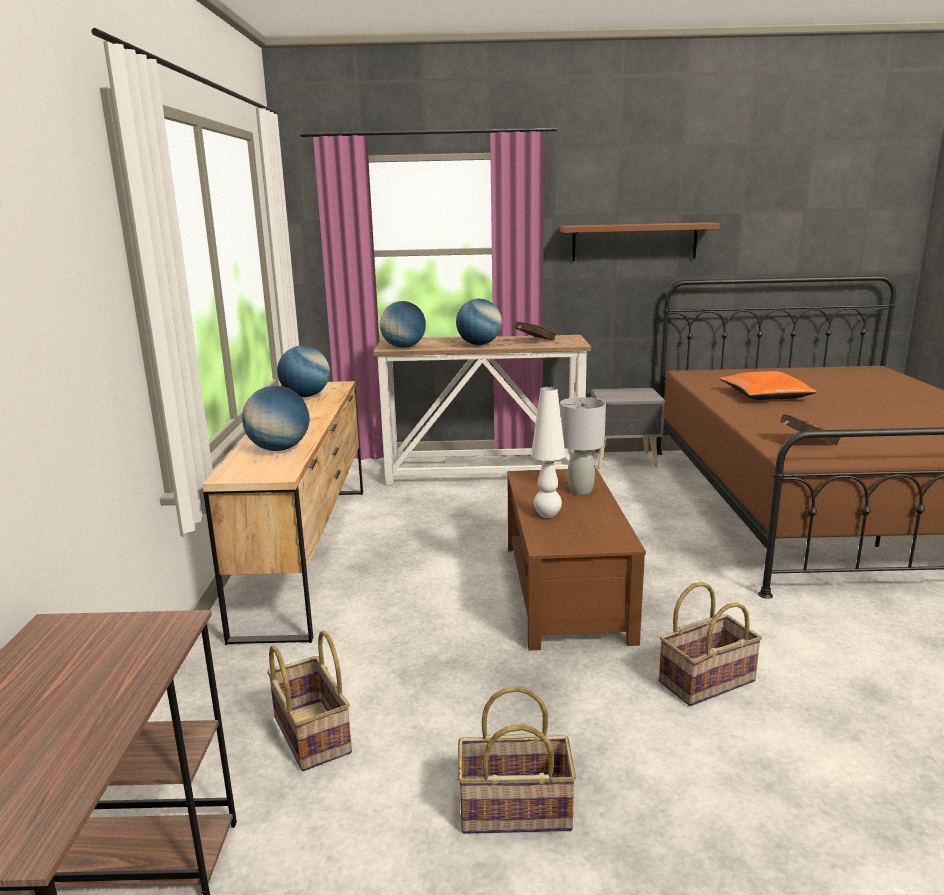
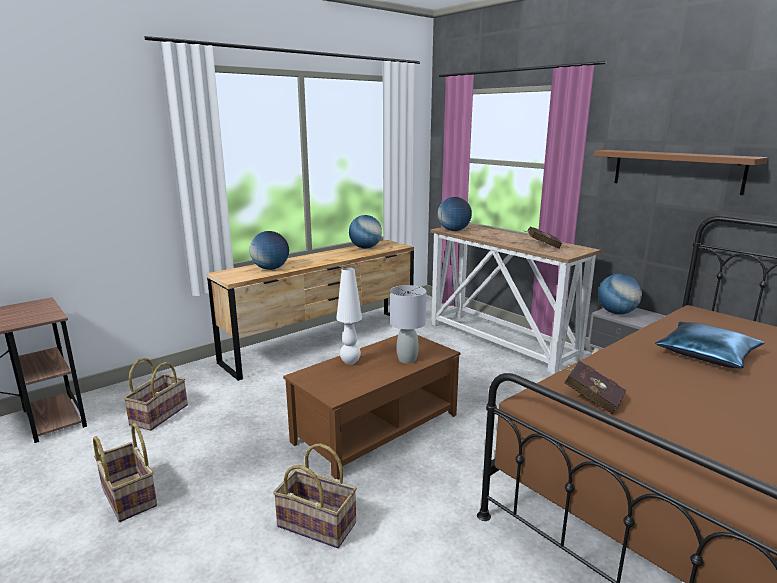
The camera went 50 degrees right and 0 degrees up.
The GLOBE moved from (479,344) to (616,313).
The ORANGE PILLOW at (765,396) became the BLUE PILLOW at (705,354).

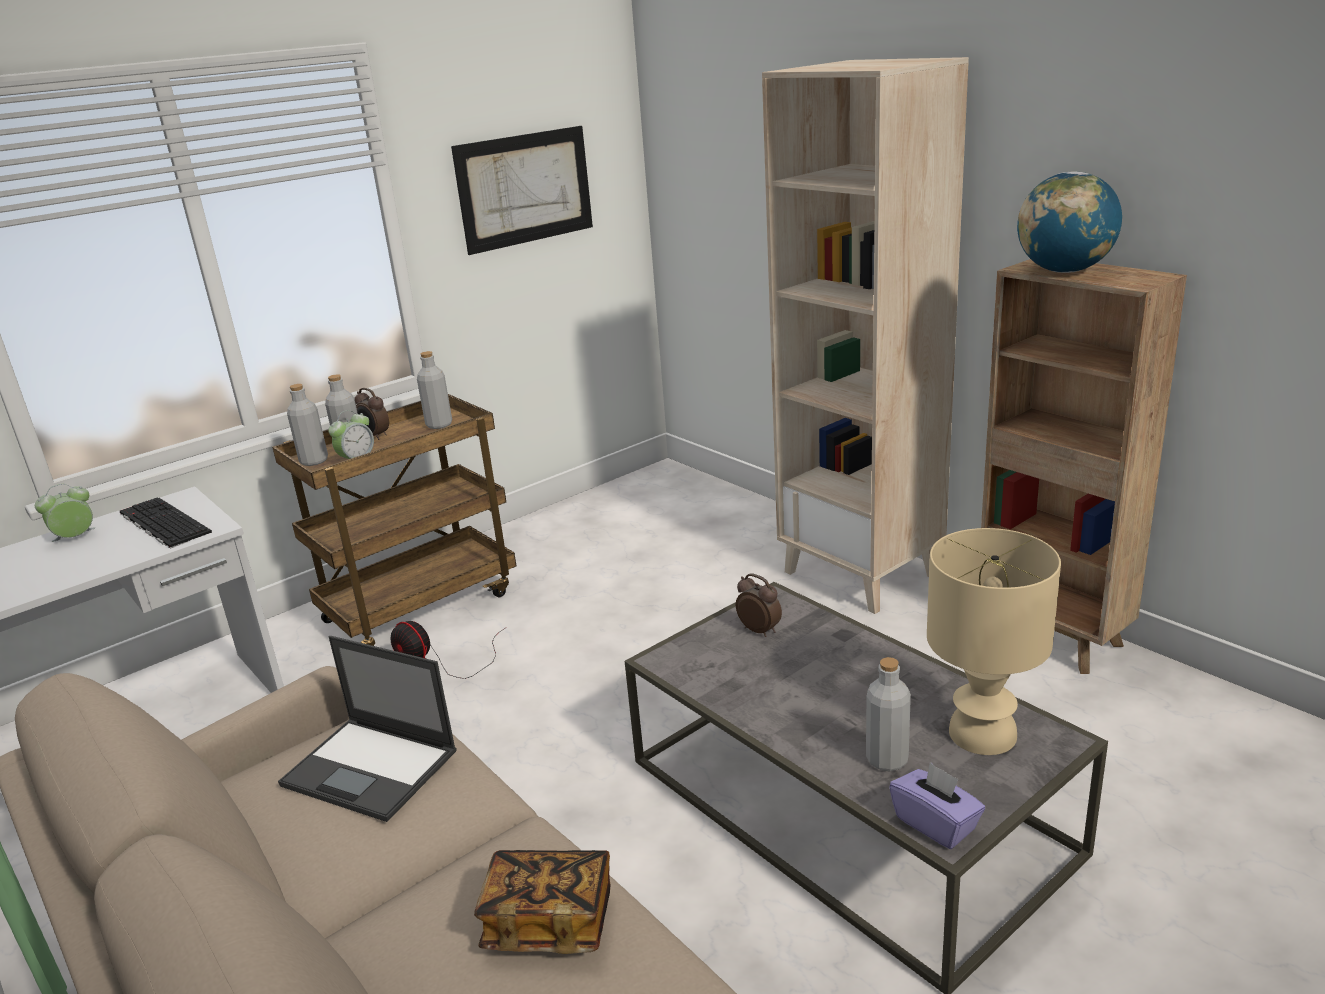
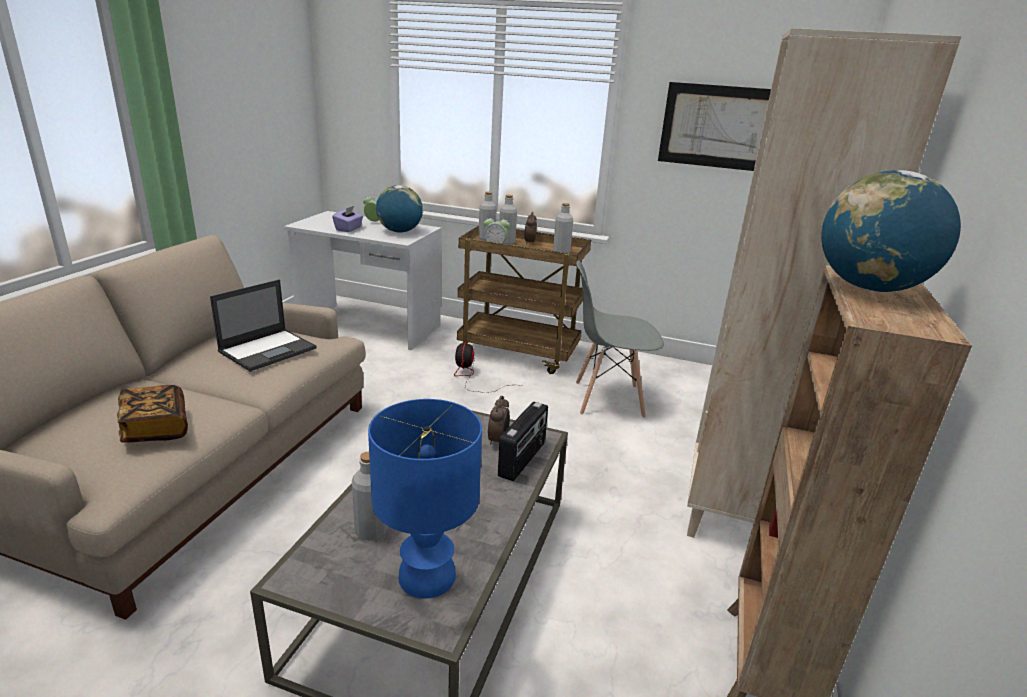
The camera went 55 degrees right and 0 degrees up.
The LAPTOP at (371,768) turned 135 degrees counterclockwise.
The PURPLE TISSUE BOX moved from (936,824) to (349,229).
The BEIGE TABLE LAMP at (982,735) became the BLUE TABLE LAMP at (425,576).
The KEYBOARD at (162,523) was replaced by the GLOBE at (399,231).
The RADIO at (523,459) appeared.
The GREY CHAIR at (607,399) appeared.

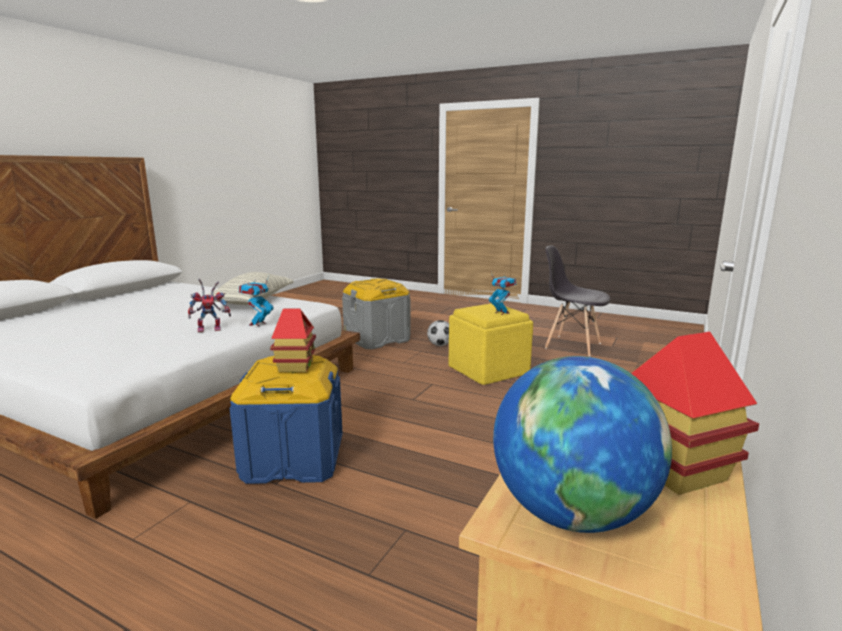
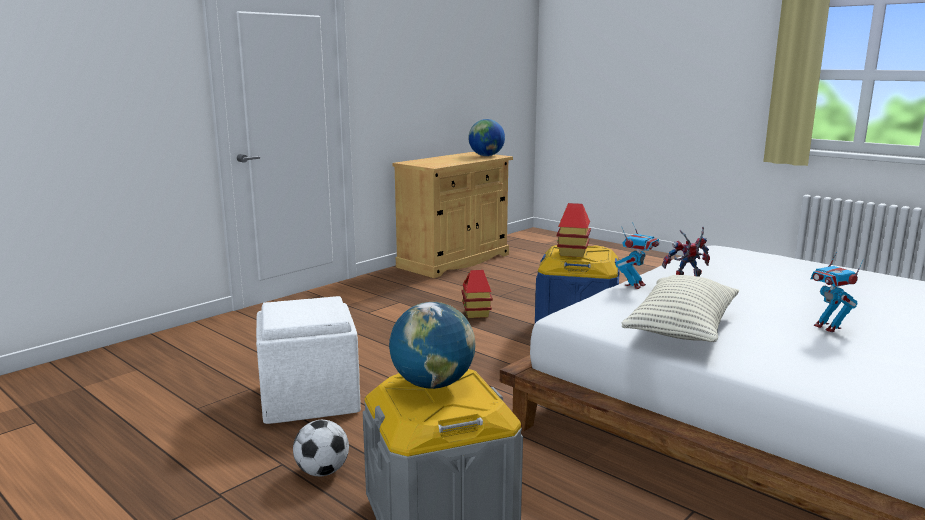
The camera went 165 degrees left and 0 degrees up.
The YELLOW OTTOMAN at (489,370) became the WHITE OTTOMAN at (308,398).
The GLOBE at (432,384) appeared.
The TOY HOUSE moved from (673,468) to (476,313).
The TOY ROBOT moved from (501,313) to (828,327).
The GREY CHAIR at (572,345) disappeared.

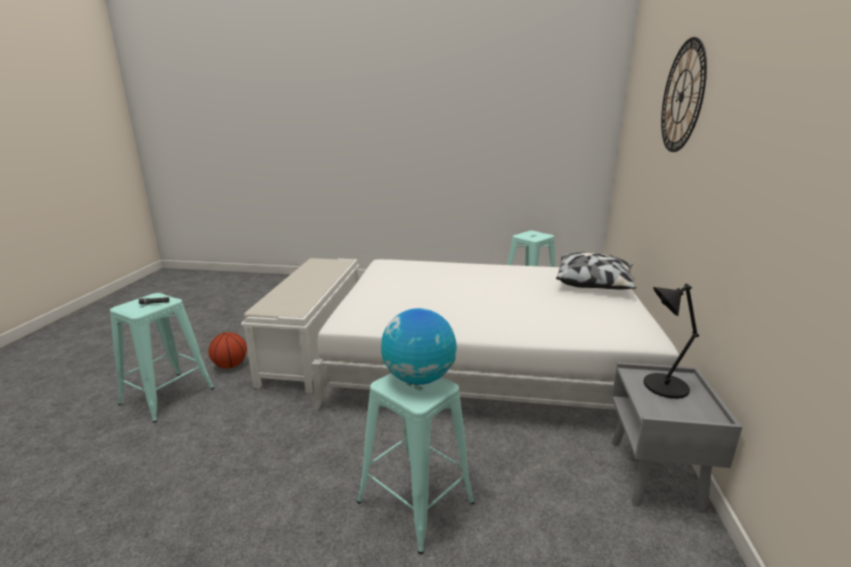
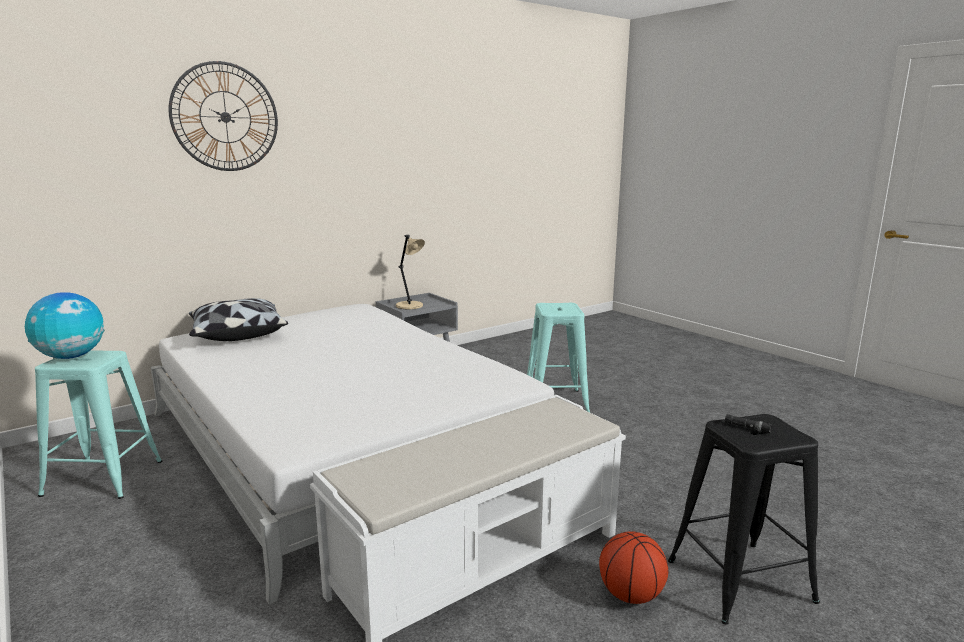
The camera went 135 degrees left and 5 degrees down.
The GLOBE moved from (418,378) to (71,357).
The BLACK TABLE LAMP at (663,387) became the BEIGE TABLE LAMP at (410,306).
The TURQUOISE STOOL at (167,396) became the BLACK STOOL at (740,581).

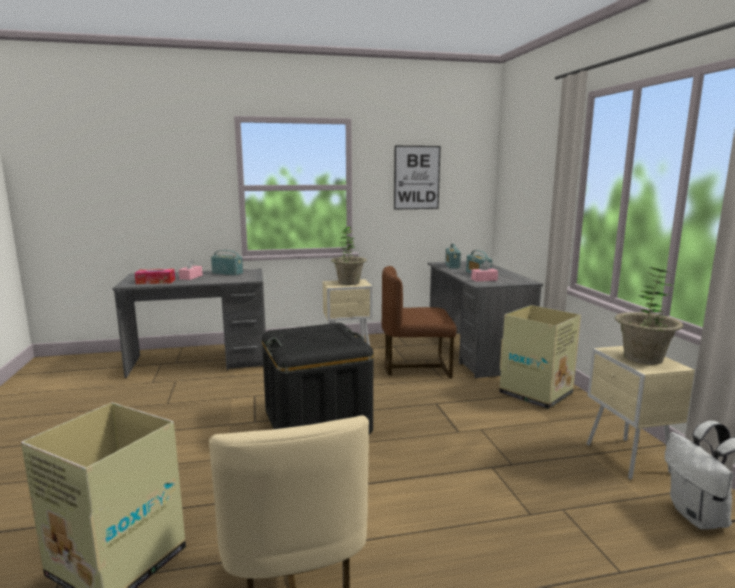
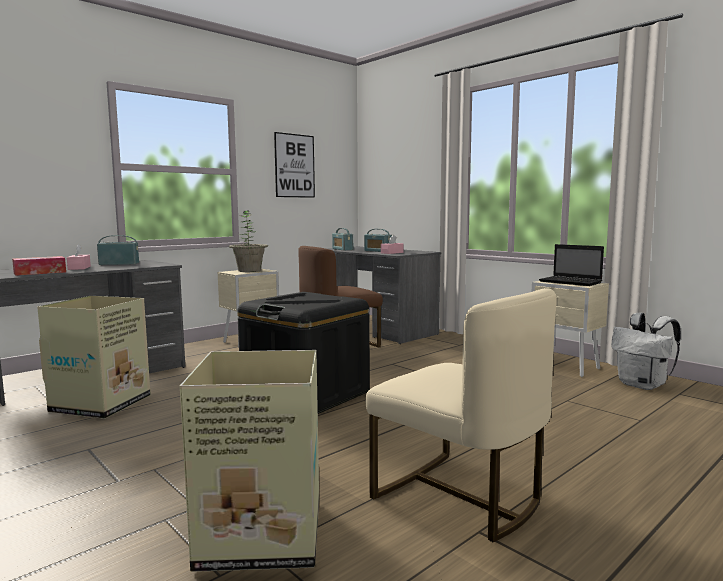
The camera went 30 degrees left and 5 degrees down.
The CARDBOARD BOX moved from (536,393) to (102,404).
The POTTED PLANT at (643,358) was replaced by the LAPTOP at (571,282).

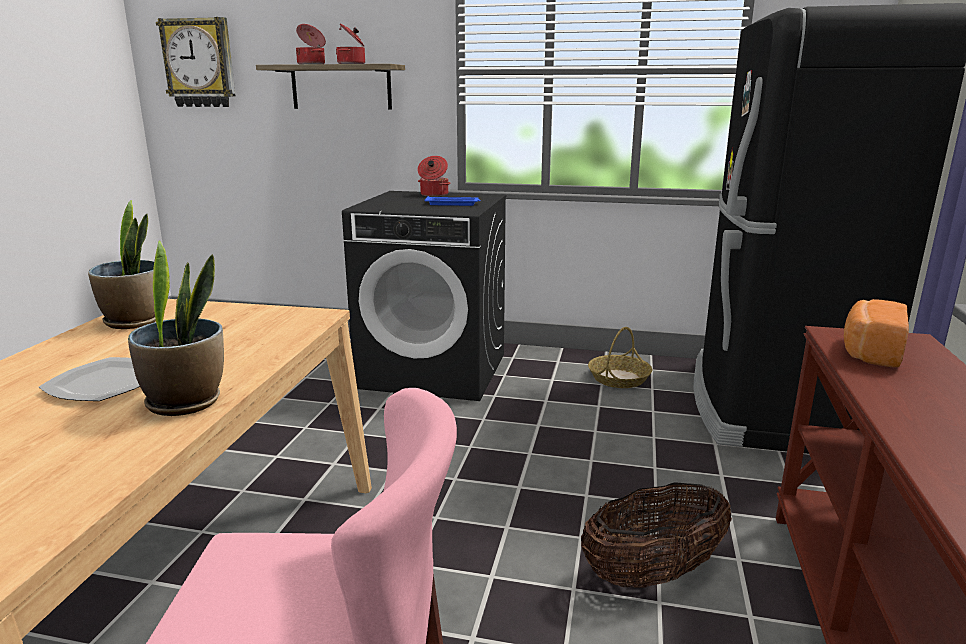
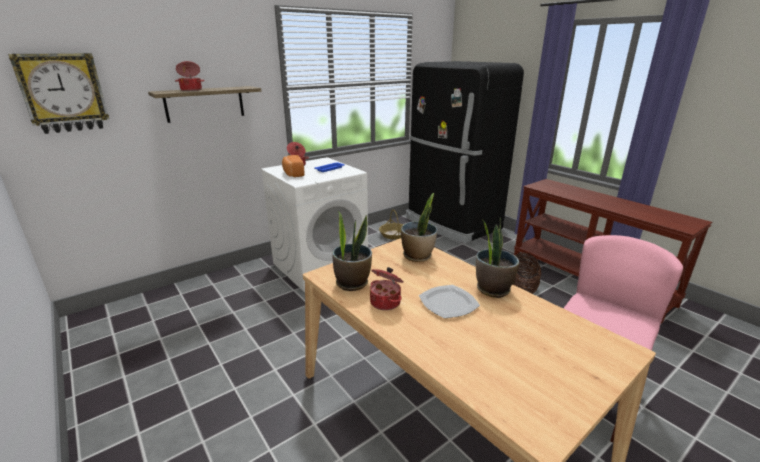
The camera went 50 degrees left and 5 degrees up.
The BLACK WASHING MACHINE at (434,371) became the WHITE WASHING MACHINE at (320,265).
The BREAD moved from (869,352) to (293,174).
The COOKING POT moved from (352,64) to (386,302).
The POTTED PLANT at (418,256) appeared.

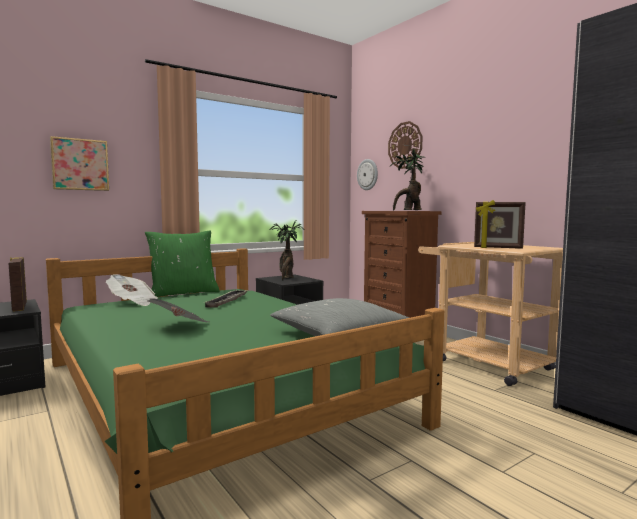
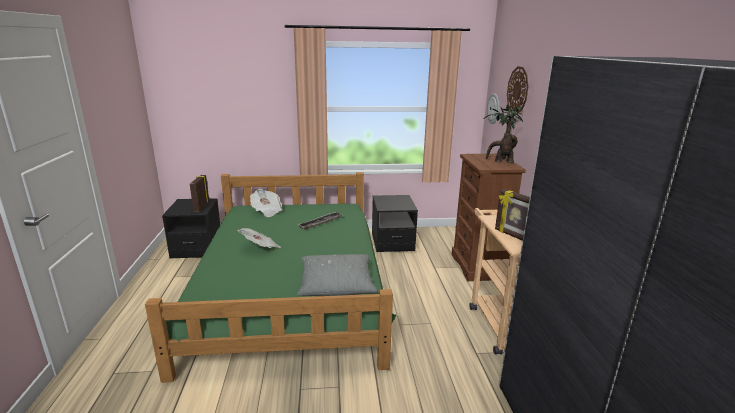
The camera went 30 degrees right and 15 degrees up.
The PICTURE at (80,164) disappeared.
The GREEN PILLOW at (183,293) disappeared.
The POTTED PLANT at (287,278) disappeared.

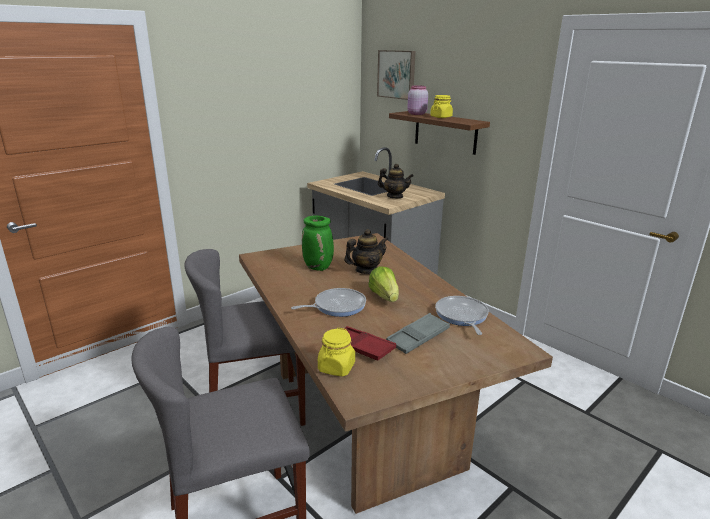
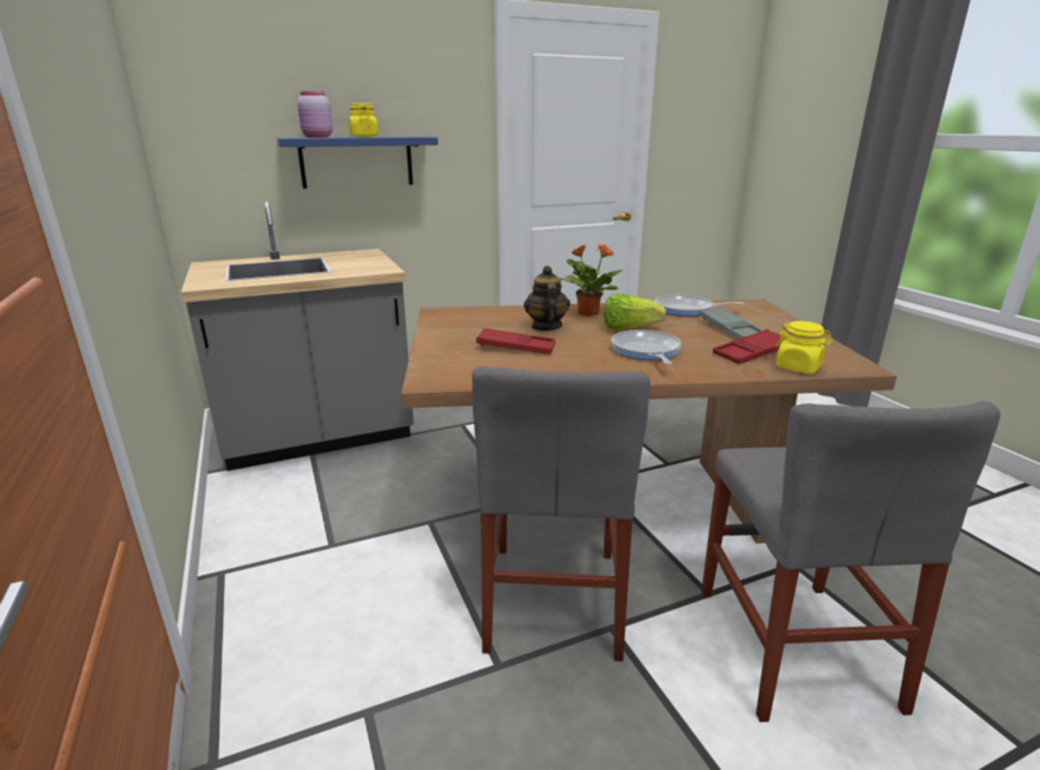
The camera went 70 degrees left and 0 degrees up.
The BROWN SHELF at (445,132) became the BLUE SHELF at (357,162).
The GREEN VASE at (319,267) was replaced by the RED TRAY at (516,347).
The POTTED PLANT at (587,313) appeared.
The PICTURE at (397,74) disappeared.
The TEAPOT at (394,196) disappeared.

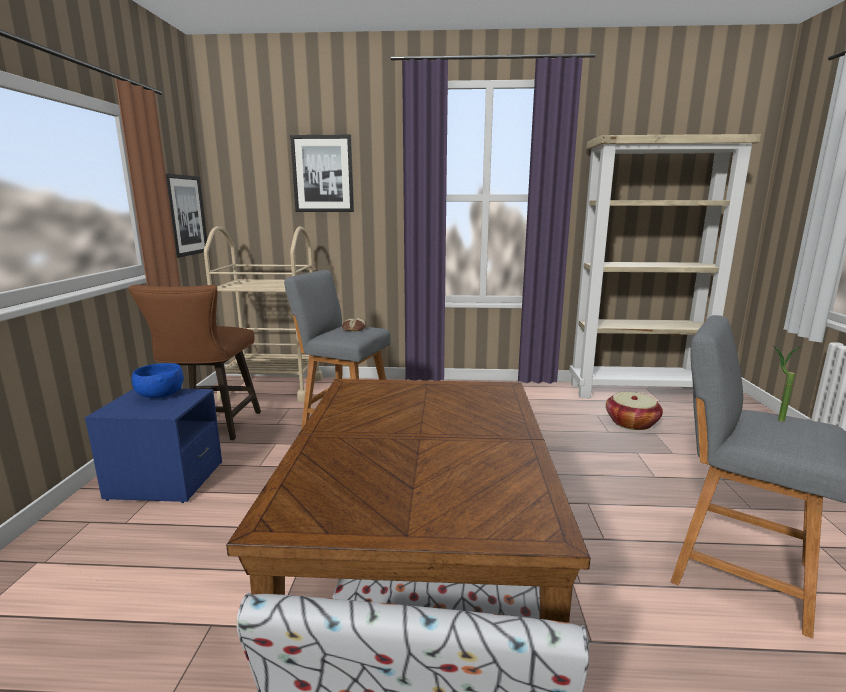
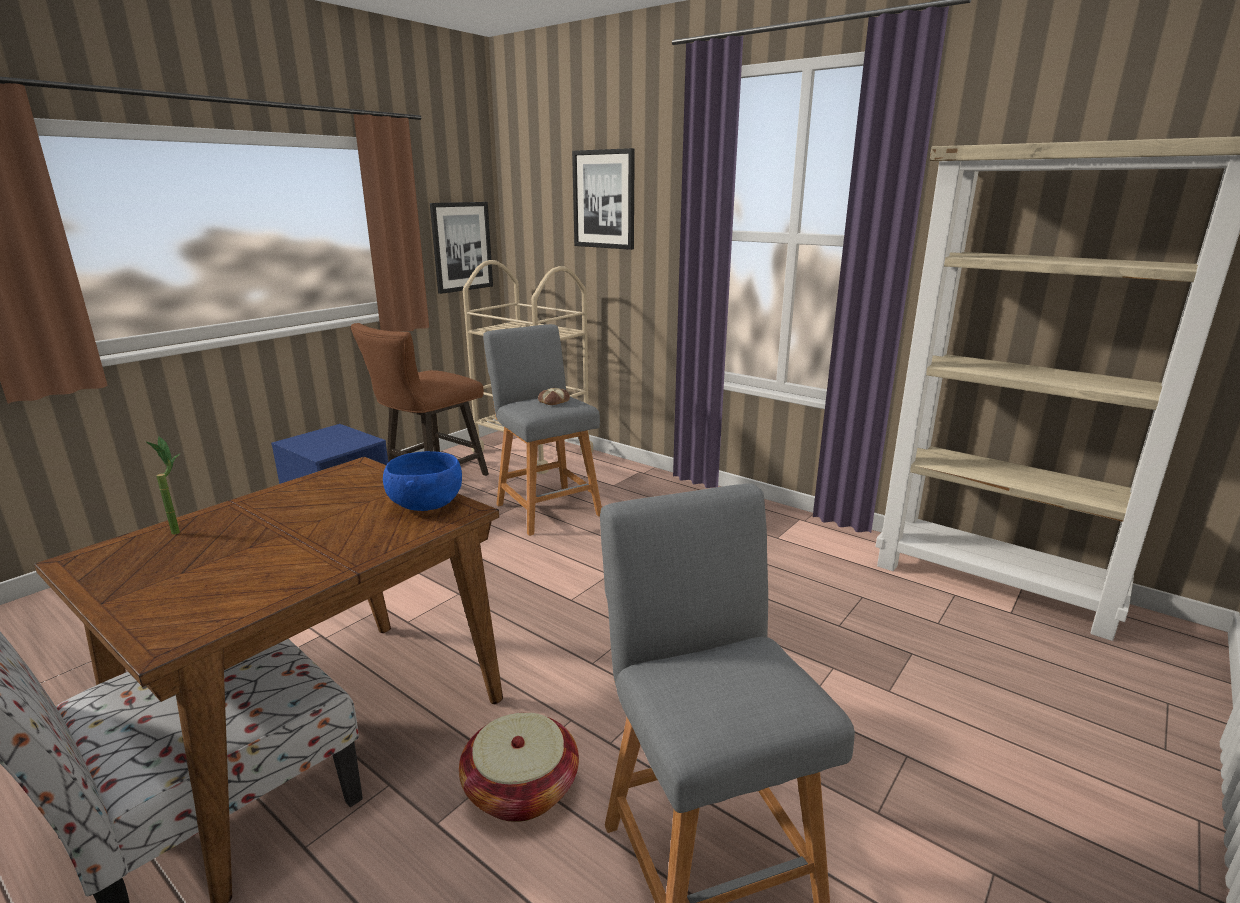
The camera went 35 degrees right and 5 degrees up.
The POTTED PLANT moved from (774,418) to (179,529).
The BLUE BOWL moved from (160,395) to (425,505).
The BASKET moved from (631,423) to (521,789).

